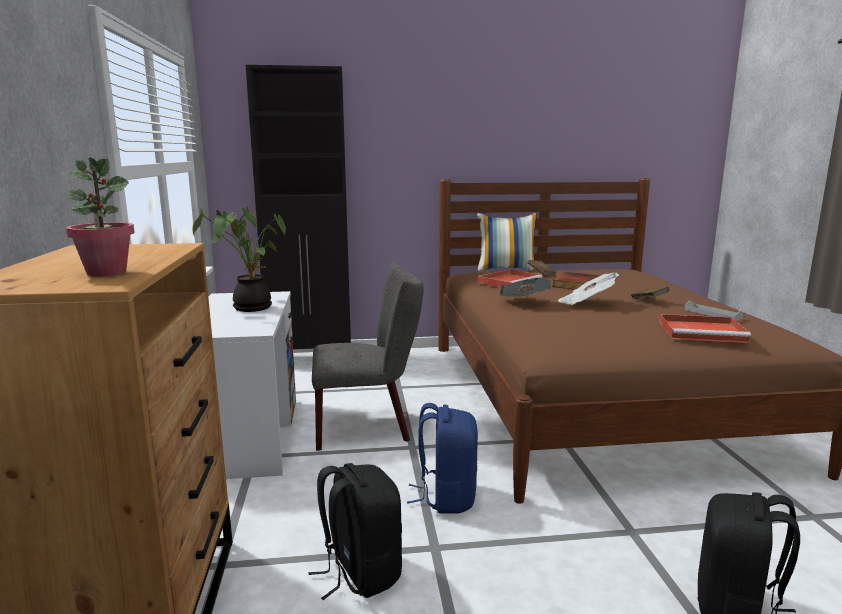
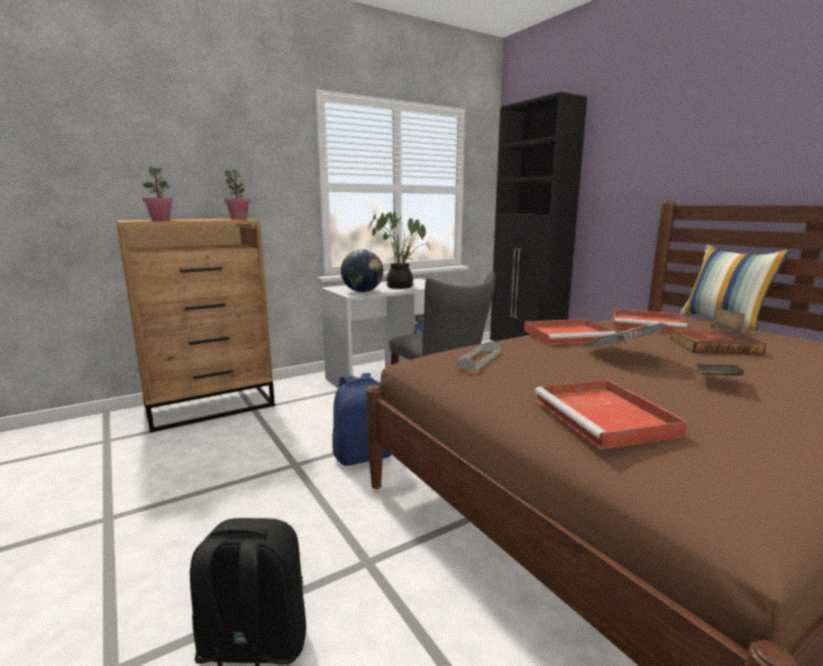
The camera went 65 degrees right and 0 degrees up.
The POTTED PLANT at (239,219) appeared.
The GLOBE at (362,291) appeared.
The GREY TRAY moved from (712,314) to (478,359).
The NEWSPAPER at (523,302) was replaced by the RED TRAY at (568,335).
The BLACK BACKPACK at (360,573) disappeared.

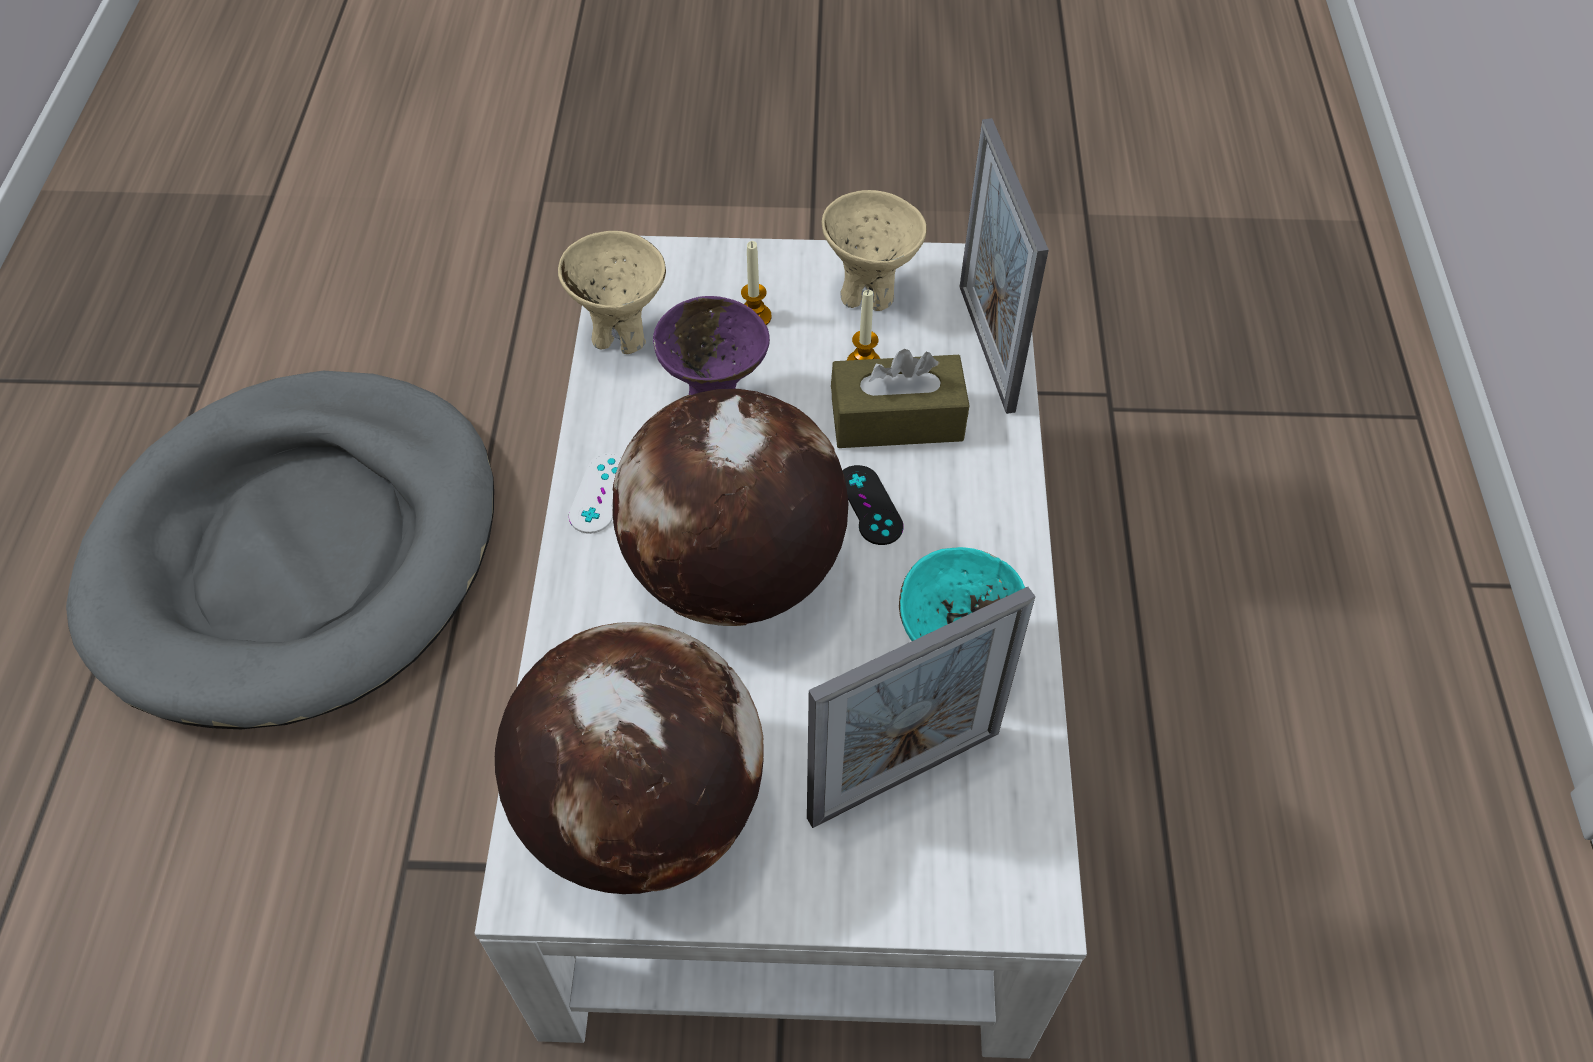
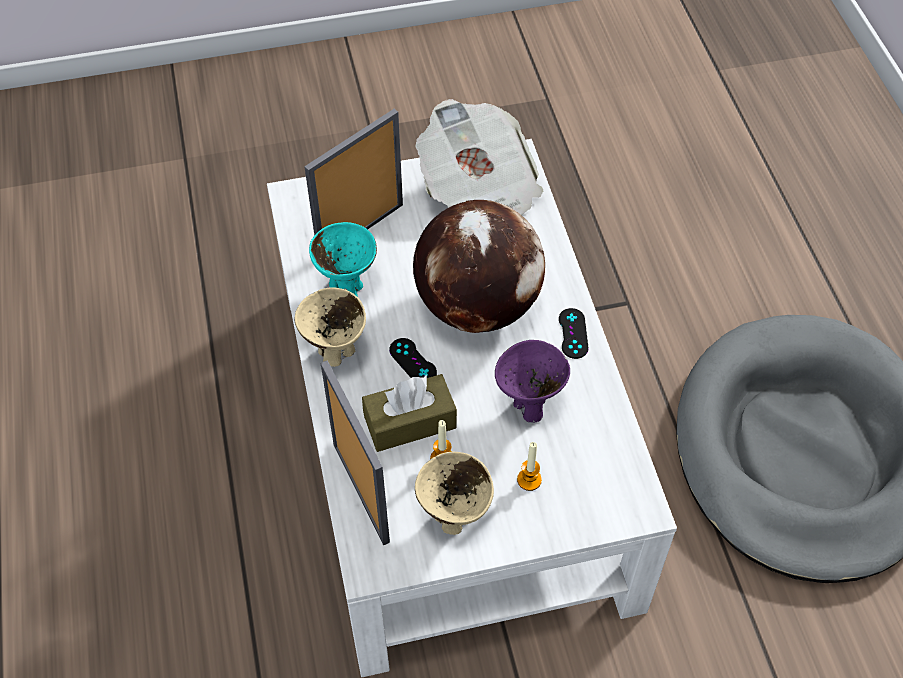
The camera went 165 degrees right and 0 degrees up.
The BEIGE BOWL moved from (620,337) to (336,353).
The GLOBE at (642,810) was replaced by the NEWSPAPER at (480,192).
The WHITE GAME CONTROLLER at (600,493) became the BLACK GAME CONTROLLER at (573,333).

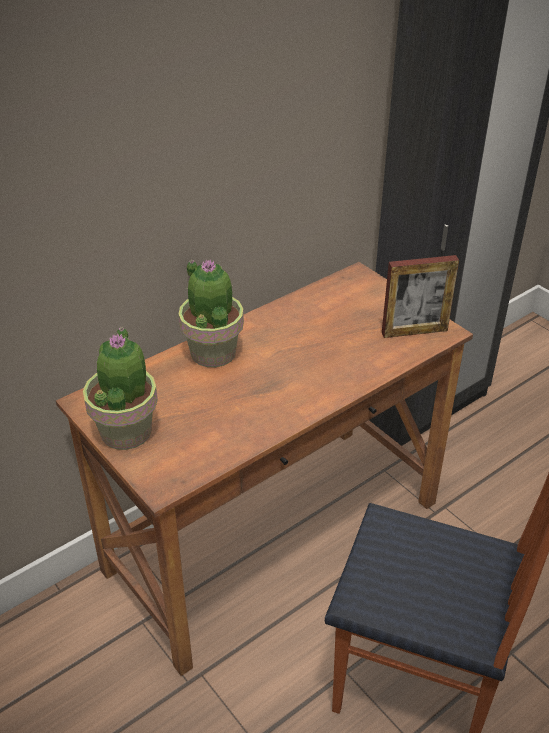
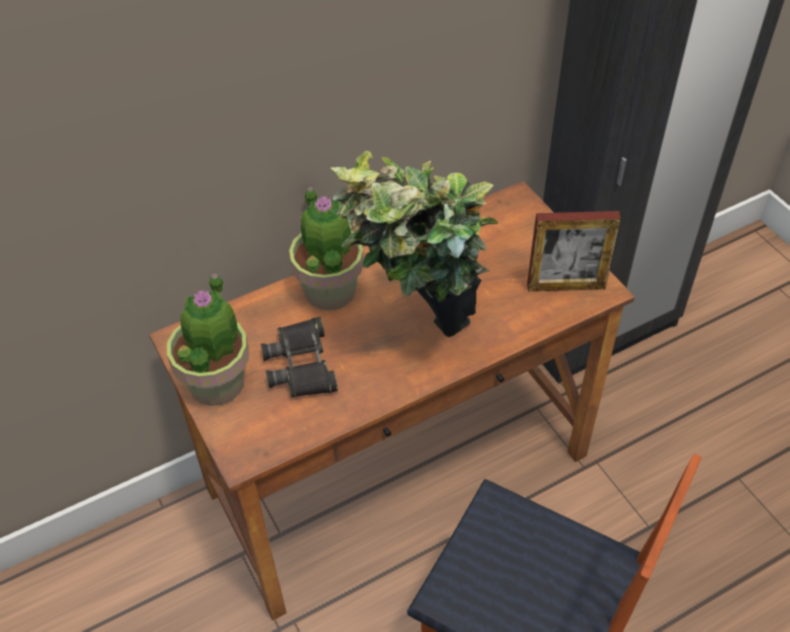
The camera went 10 degrees right and 10 degrees up.
The BLACK BINOCULARS at (302,365) appeared.
The POTTED PLANT at (419,342) appeared.

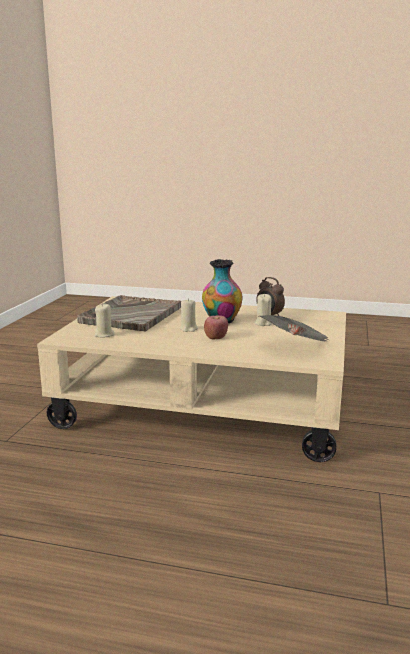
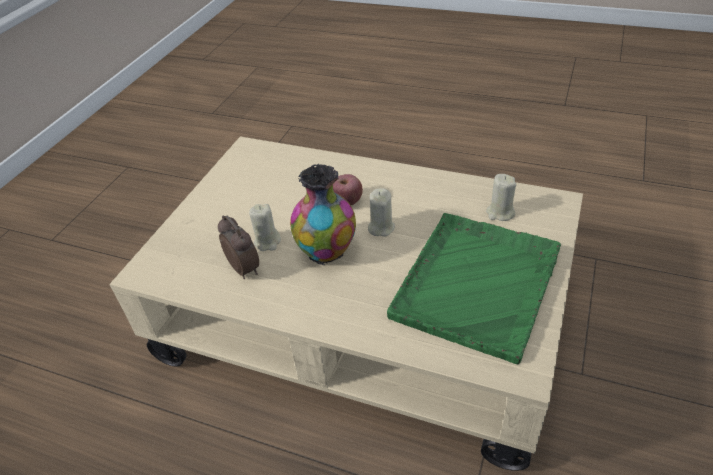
The camera went 170 degrees left and 25 degrees up.
The GREY TRAY at (131,315) became the GREEN TRAY at (477,282).
The NEWSPAPER at (296,348) disappeared.

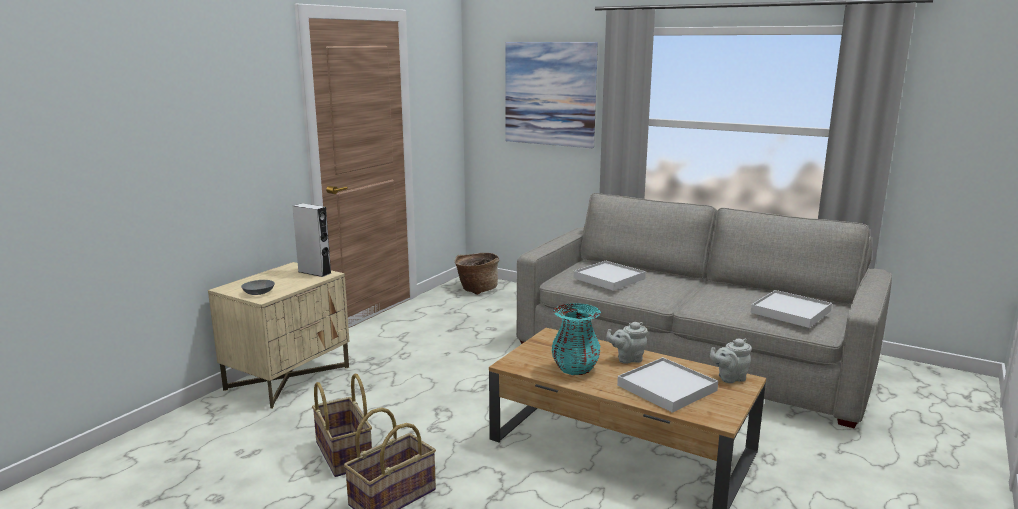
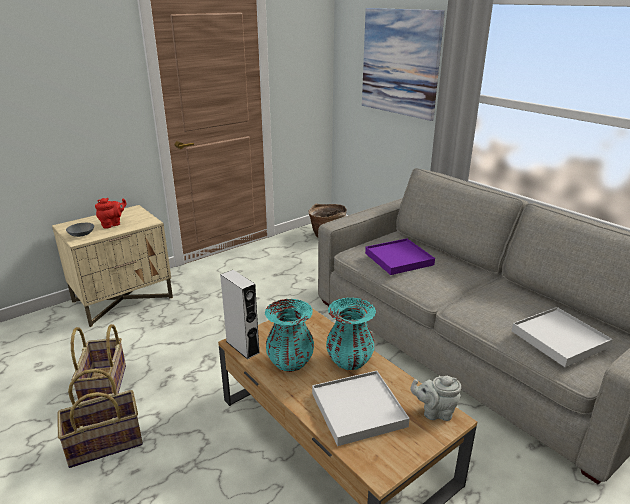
The camera went 20 degrees right and 10 degrees up.
The RED TEAPOT at (113,224) appeared.
The GREY SPEAKER moved from (314,272) to (242,347).
The GREY TEAPOT at (627,359) was replaced by the TURQUOISE VASE at (349,361).
The WHITE TRAY at (608,278) became the PURPLE TRAY at (398,259).

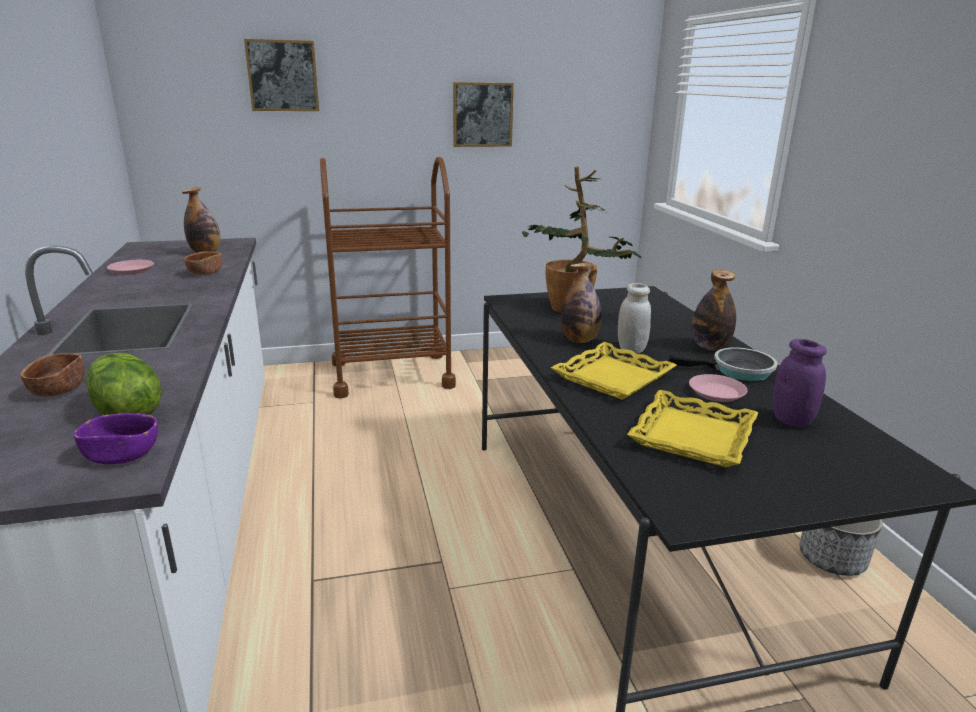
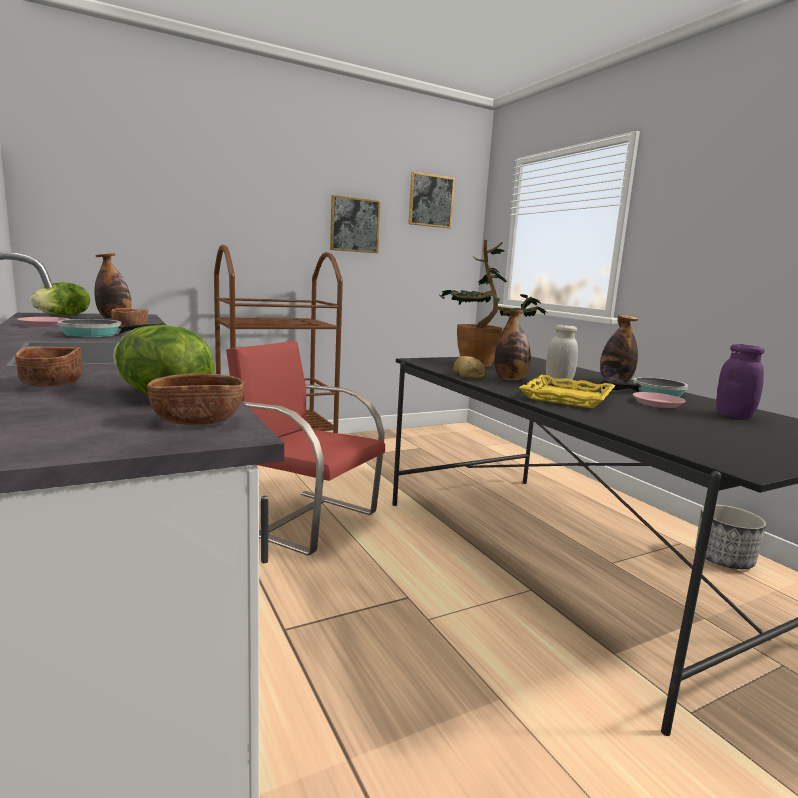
The camera went 15 degrees left and 10 degrees down.
The LETTUCE at (63,315) appeared.
The FRYING PAN at (97,334) appeared.
The PURPLE BOWL at (122,455) became the BROWN BOWL at (198,421).
The RED CHAIR at (306,519) appeared.
The PICTURE moved from (282,76) to (430,201).
The BREAD at (468,375) appeared.
The YELLOW TRAY at (691,436) disappeared.

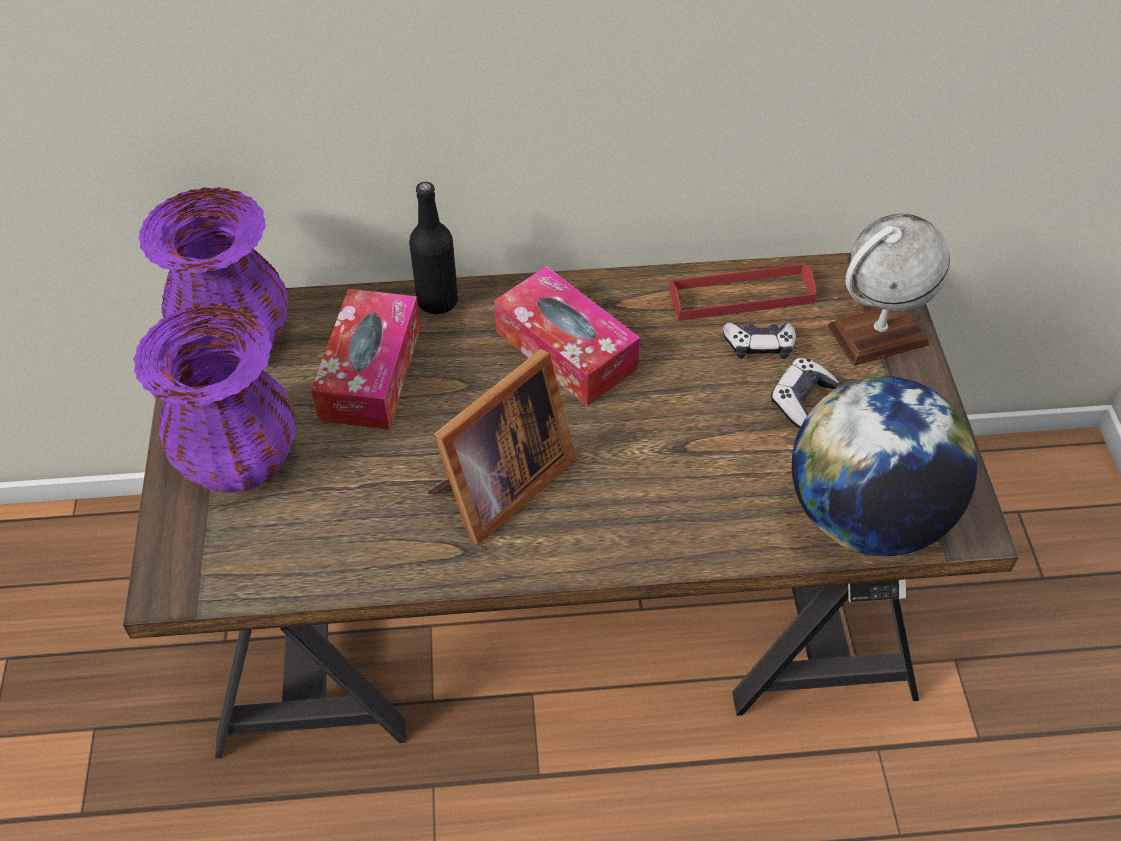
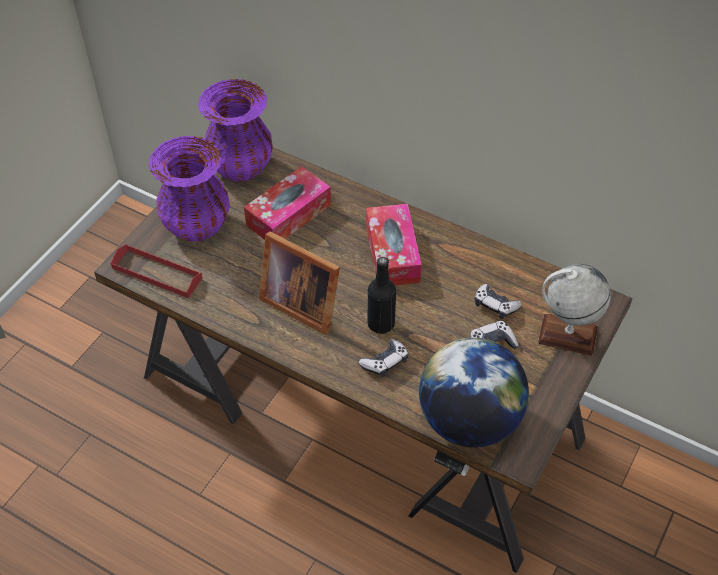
The camera went 35 degrees right and 0 degrees up.
The RED TRAY moved from (741,296) to (157,273).
The PICTURE FRAME at (498,486) turned 45 degrees clockwise.
The GAME CONTROLLER at (385,362) appeared.
The BLACK BOTTLE moved from (437,301) to (381,324).

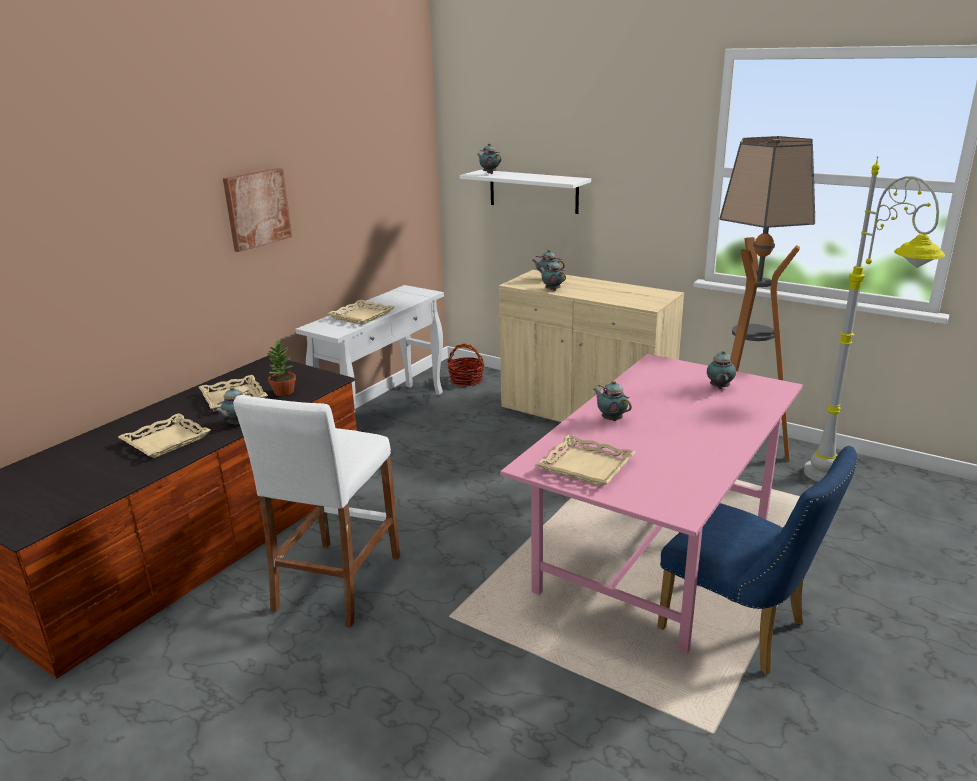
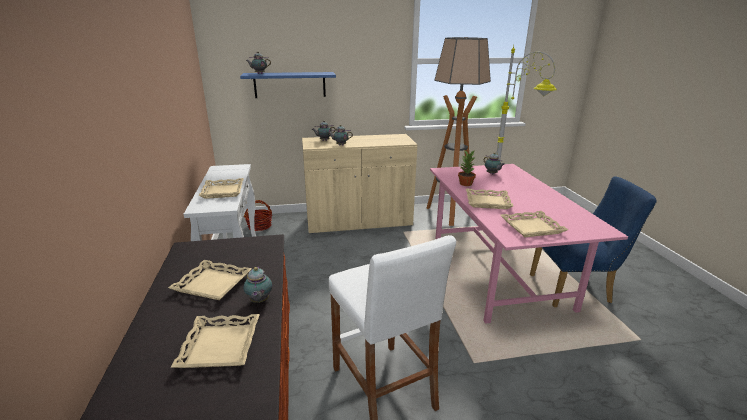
The camera went 45 degrees left and 0 degrees up.
The WHITE SHELF at (533,191) became the BLUE SHELF at (290,85).
The POTTED PLANT moved from (283,392) to (466,184).
The TEAPOT at (611,419) was replaced by the BEIGE TRAY at (487,202).
The PICTURE at (257,209) disappeared.

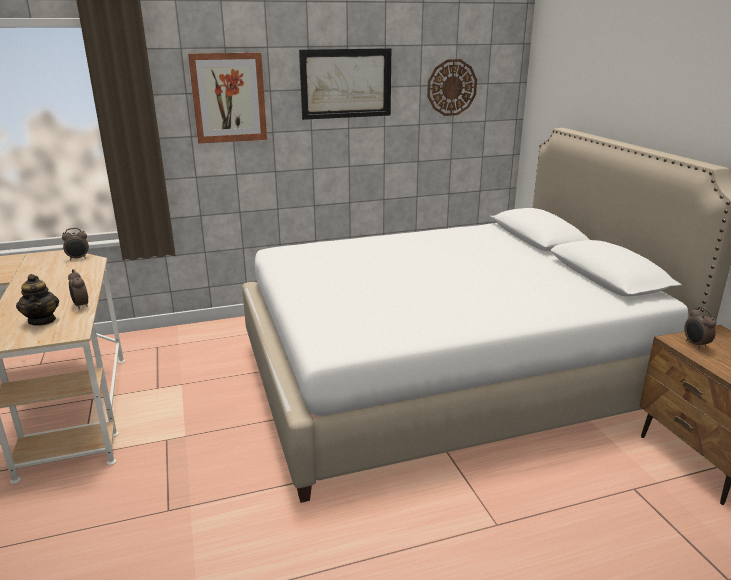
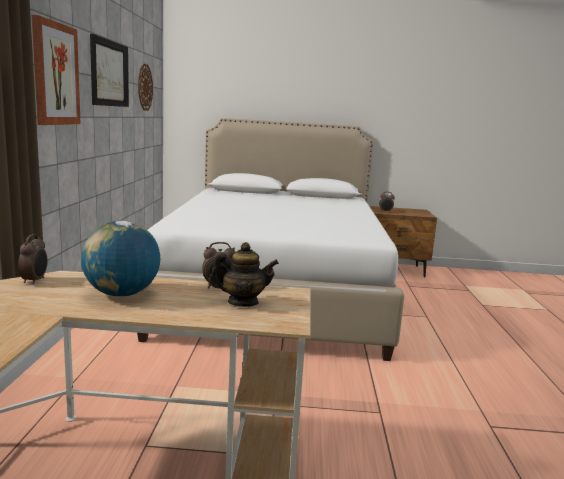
The camera went 70 degrees left and 10 degrees down.
The GLOBE at (122,294) appeared.

